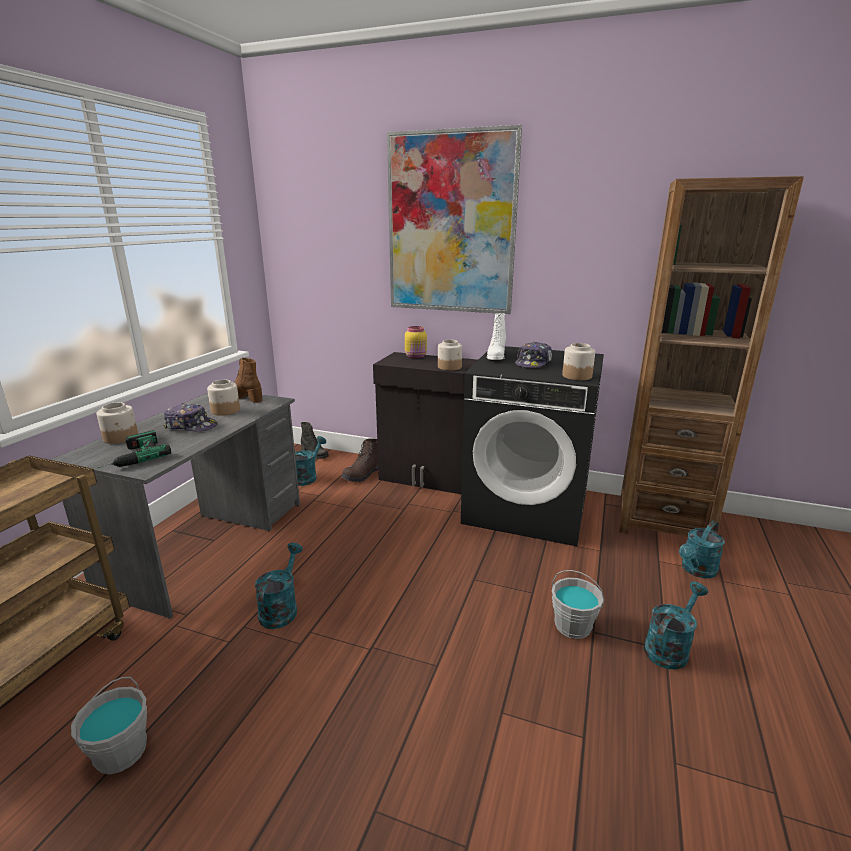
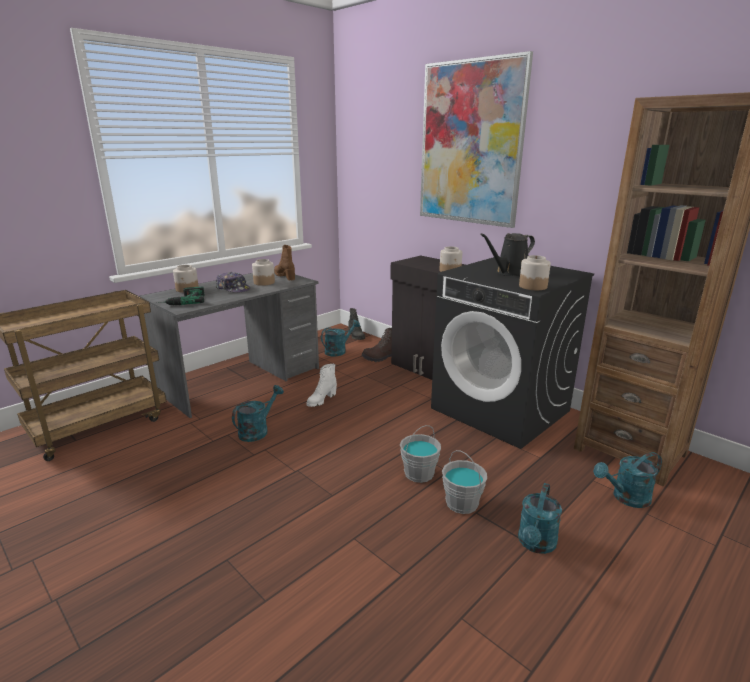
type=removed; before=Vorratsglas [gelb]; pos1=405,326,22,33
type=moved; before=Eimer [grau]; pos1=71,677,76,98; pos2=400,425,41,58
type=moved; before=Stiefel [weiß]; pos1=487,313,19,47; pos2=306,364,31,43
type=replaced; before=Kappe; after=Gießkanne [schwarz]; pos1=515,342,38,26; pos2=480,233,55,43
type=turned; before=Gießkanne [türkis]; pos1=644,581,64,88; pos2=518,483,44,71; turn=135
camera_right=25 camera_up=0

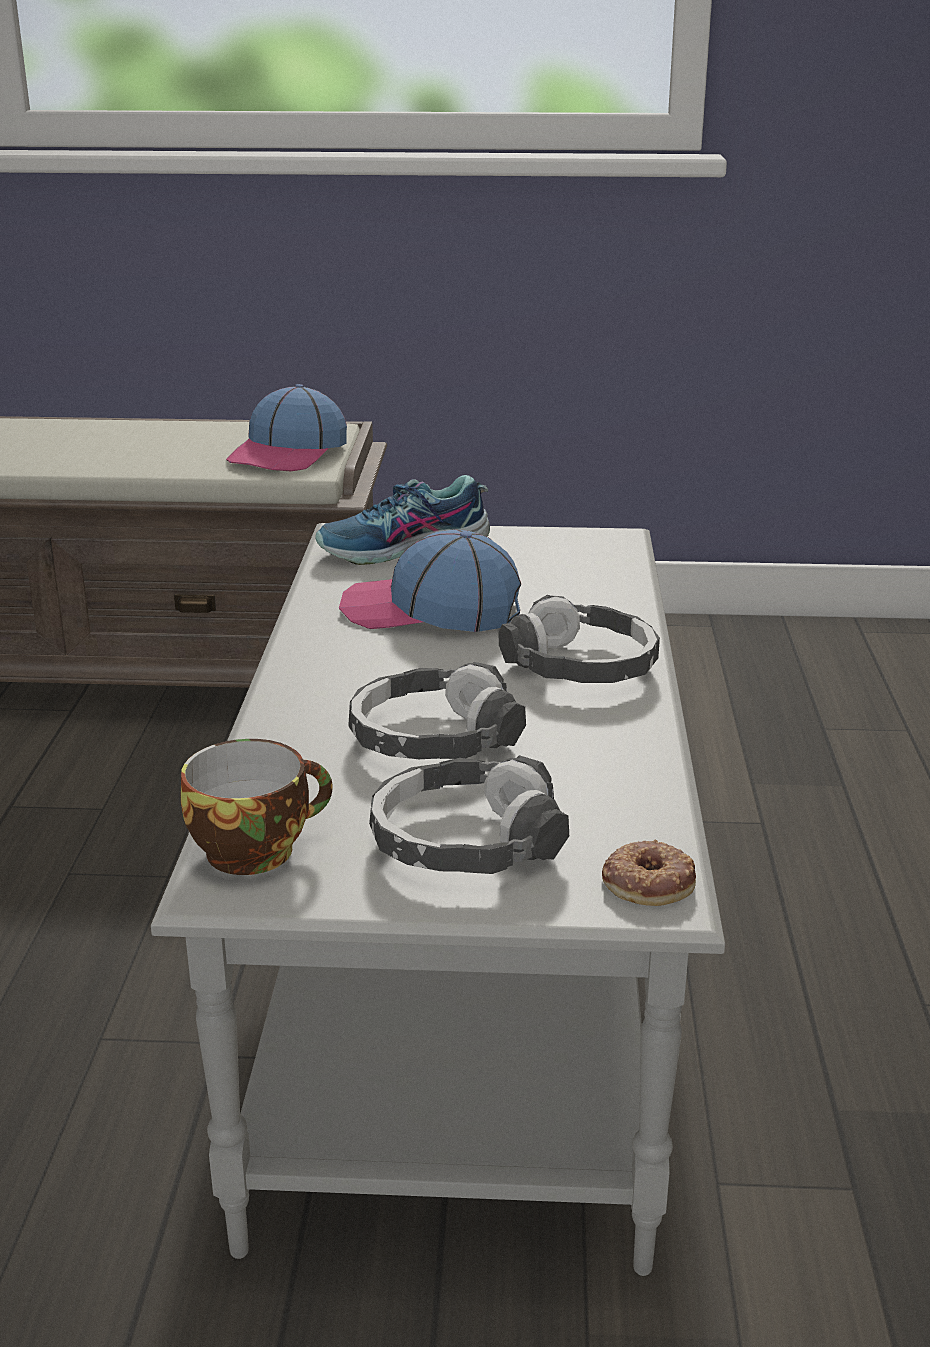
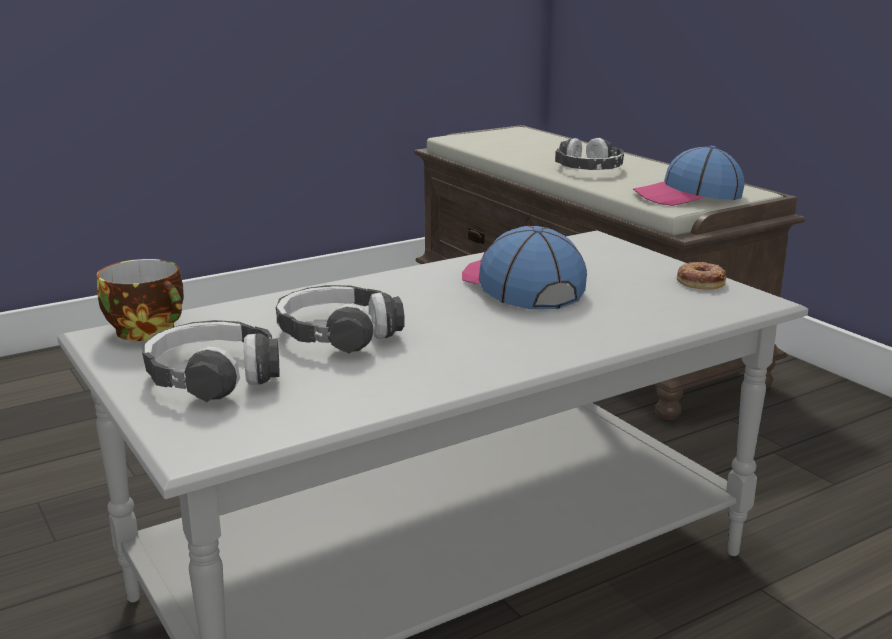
type=removed; before=Schuh; pos1=315,475,175,90
type=moved; before=Kopfhörer; pos1=499,595,161,88; pos2=555,138,69,32
type=moved; before=Donut; pos1=602,839,94,67; pos2=677,262,49,28
camera_right=55 camera_up=-5

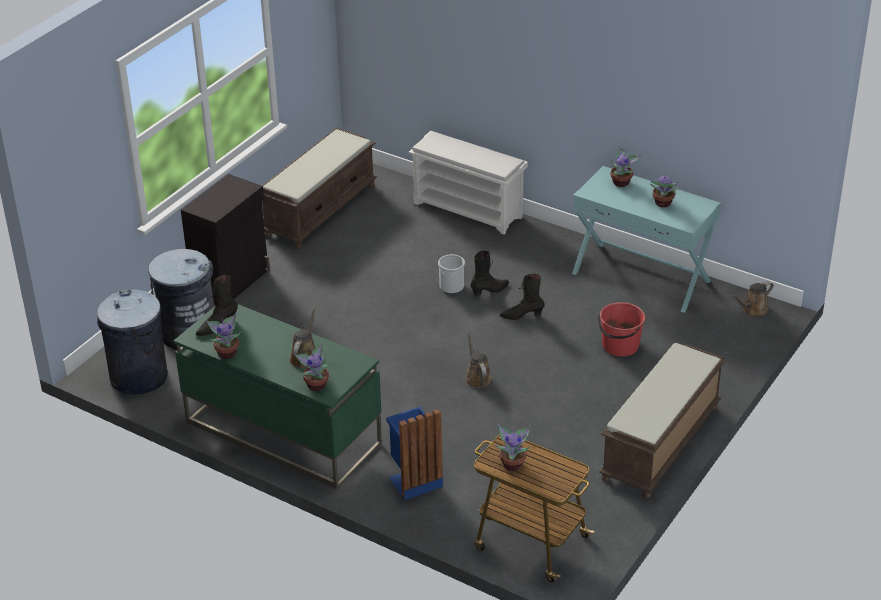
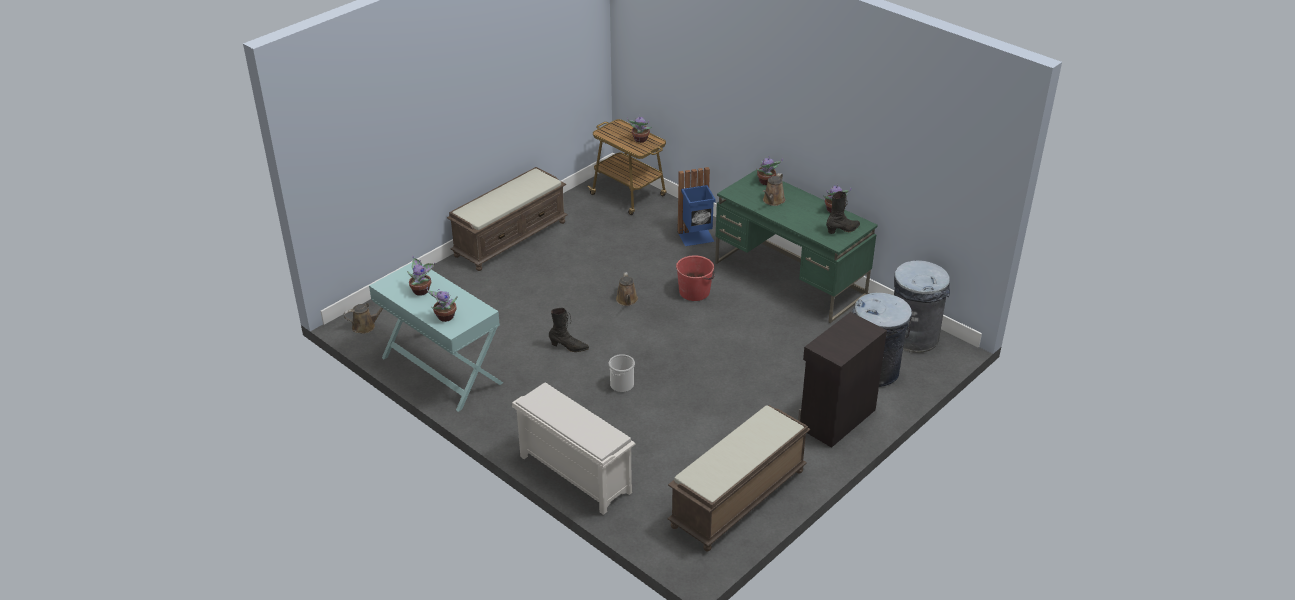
type=removed; before=Stiefel [schwarz]; pos1=471,250,38,46
type=moved; before=Eimer [rot]; pos1=598,302,47,55; pos2=676,255,39,46
camera_right=-170 camera_up=0

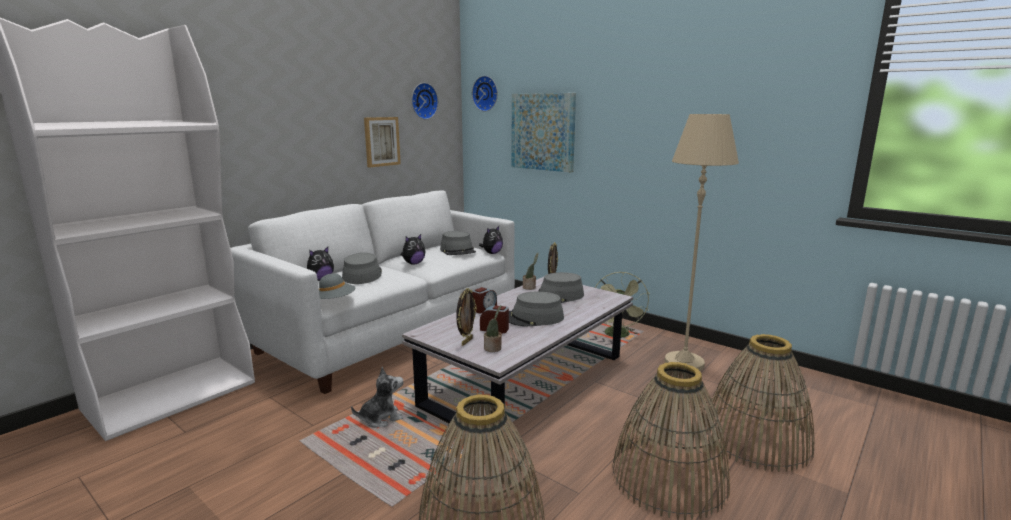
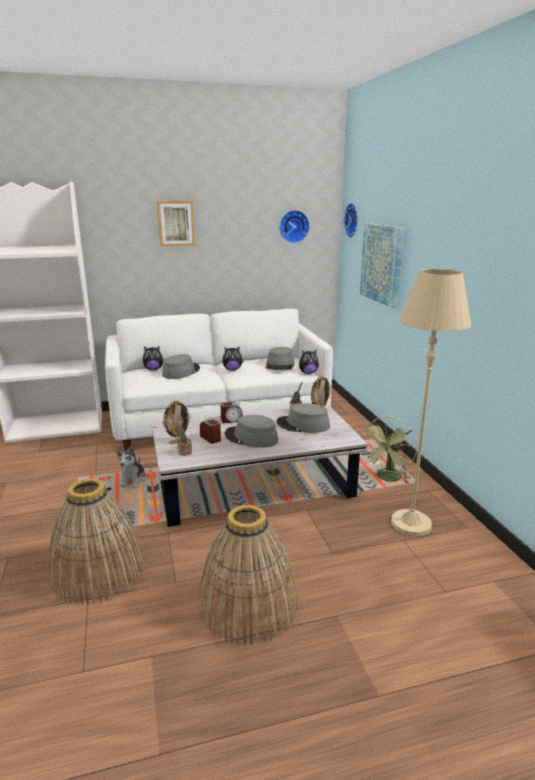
type=removed; before=Hut [grau]; pos1=319,273,36,26
type=removed; before=Korb; pos1=705,334,110,138
type=moved; before=Bild; pos1=364,117,37,51; pos2=157,201,38,46
type=turned; before=Plüschtier; pos1=351,367,52,61; pos2=116,447,30,41; turn=90
camera_right=35 camera_up=5

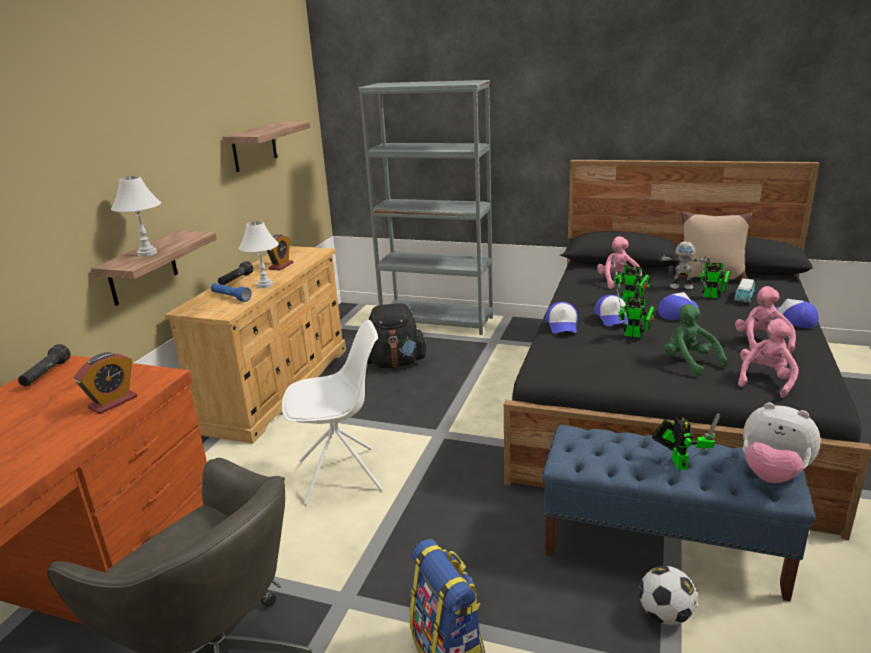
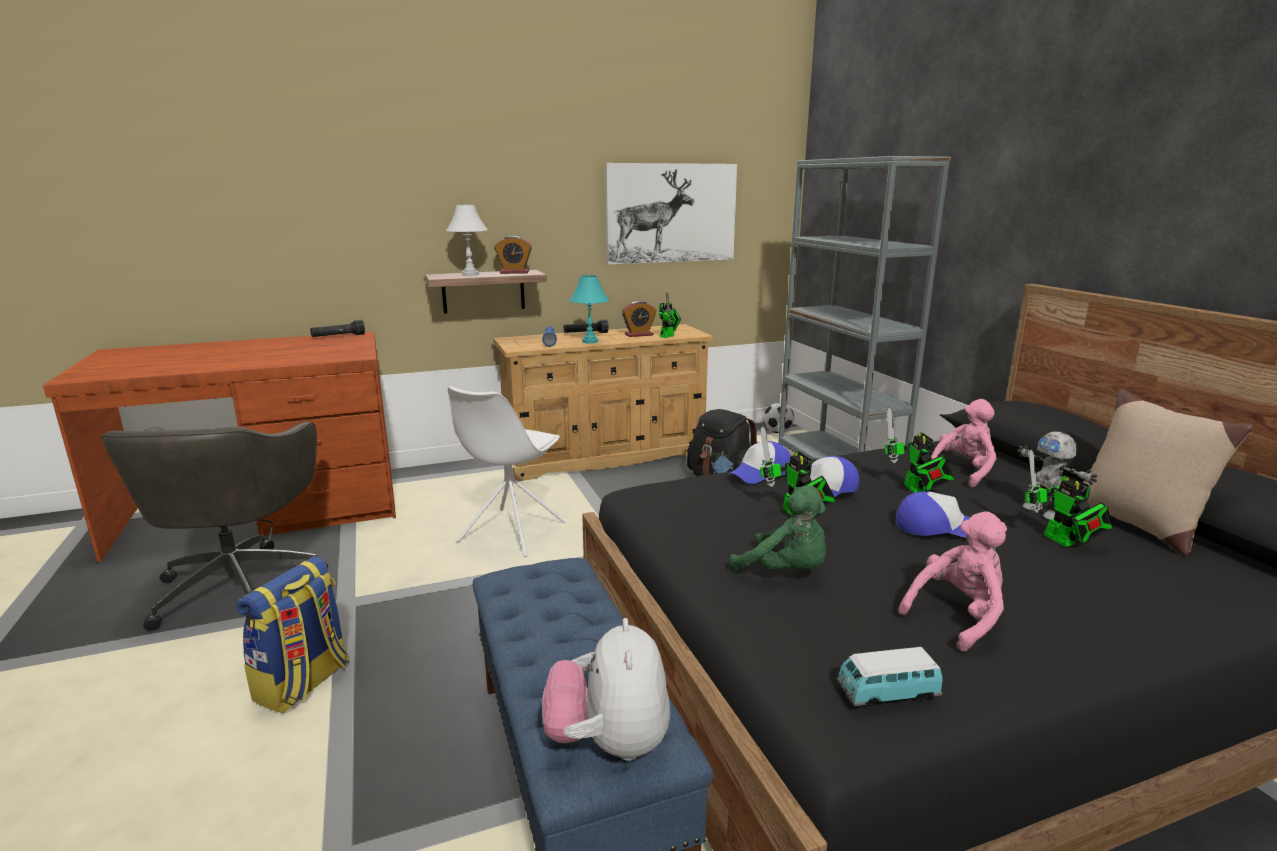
type=removed; before=Plüschtier [rosa]; pos1=738,318,61,80
type=removed; before=Kappe; pos1=774,299,45,29
type=moved; before=Wecker; pos1=74,352,63,62; pos2=494,236,38,38
type=moved; before=Fußball; pos1=639,566,58,59; pos2=763,403,31,30
type=moved; before=Spielzeugroboter; pos1=652,413,69,57; pos2=659,293,22,45
type=moved; before=Spielzeugauto; pos1=734,278,21,25; pos2=837,647,106,60
type=replaced; before=Wandregal; after=Bild; pos1=222,121,88,51; pos2=605,163,132,102
type=recoloured; before=Tischlampe [weiß]; after=Tischlampe [türkis]; pos1=238,221,41,67; pos2=569,275,40,69
type=turned; before=Stuhl [weiß]; pos1=282,320,101,185; pos2=448,386,118,171; turn=75
type=turned; before=Plüschtier [grün]; pos1=664,304,64,72; pos2=729,485,97,87; turn=105
camera_right=50 camera_up=-5

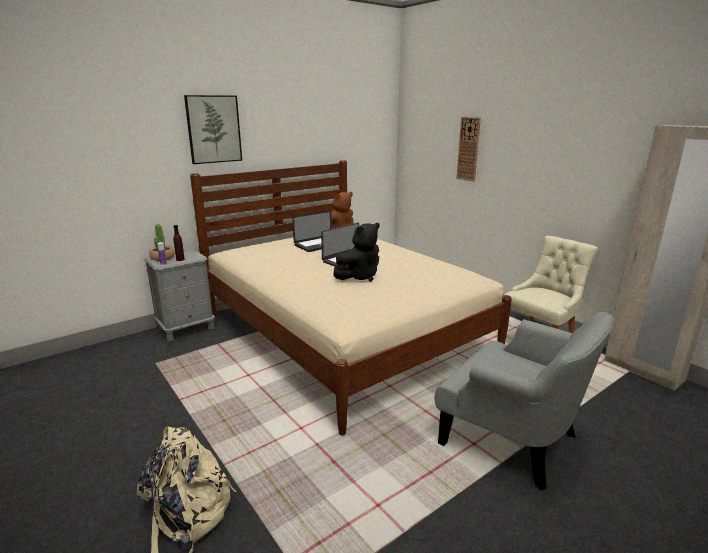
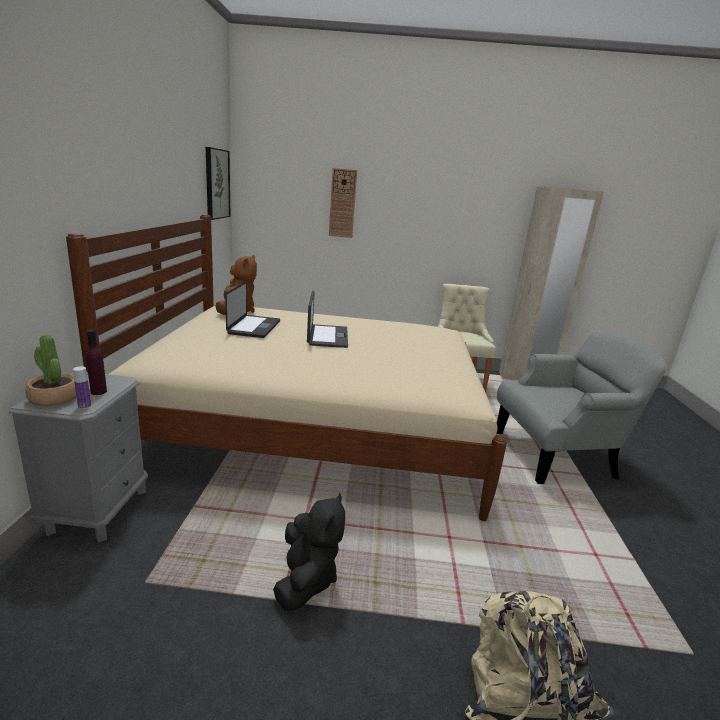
type=moved; before=Bild; pos1=184,95,58,69; pos2=206,147,25,73
type=moved; before=Plüschtier [schwarz]; pos1=333,223,47,58; pos2=273,493,72,118
camera_right=-50 camera_up=0

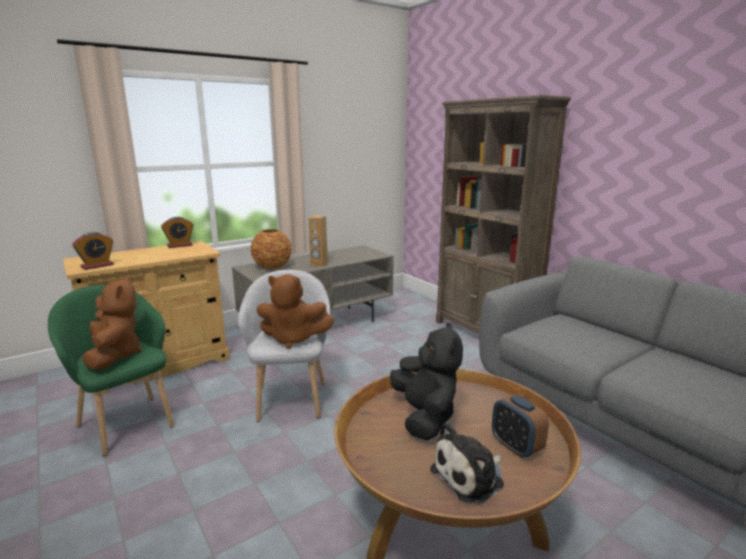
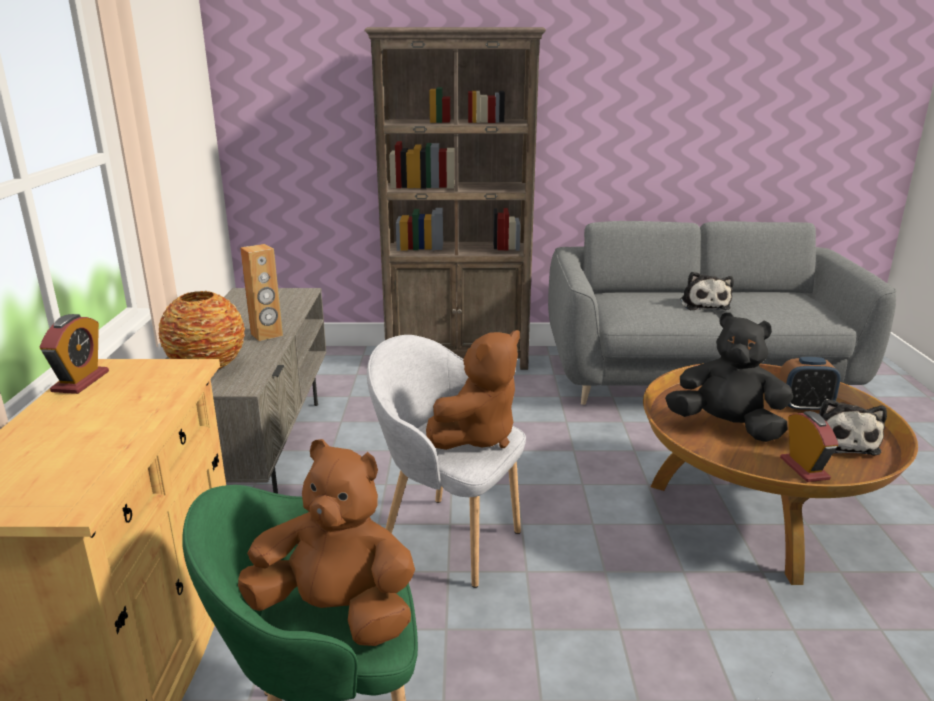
type=added; after=Plüschtier; pos2=680,272,54,38
type=moved; before=Wecker; pos1=72,232,42,38; pos2=780,411,58,71
camera_right=-55 camera_up=5

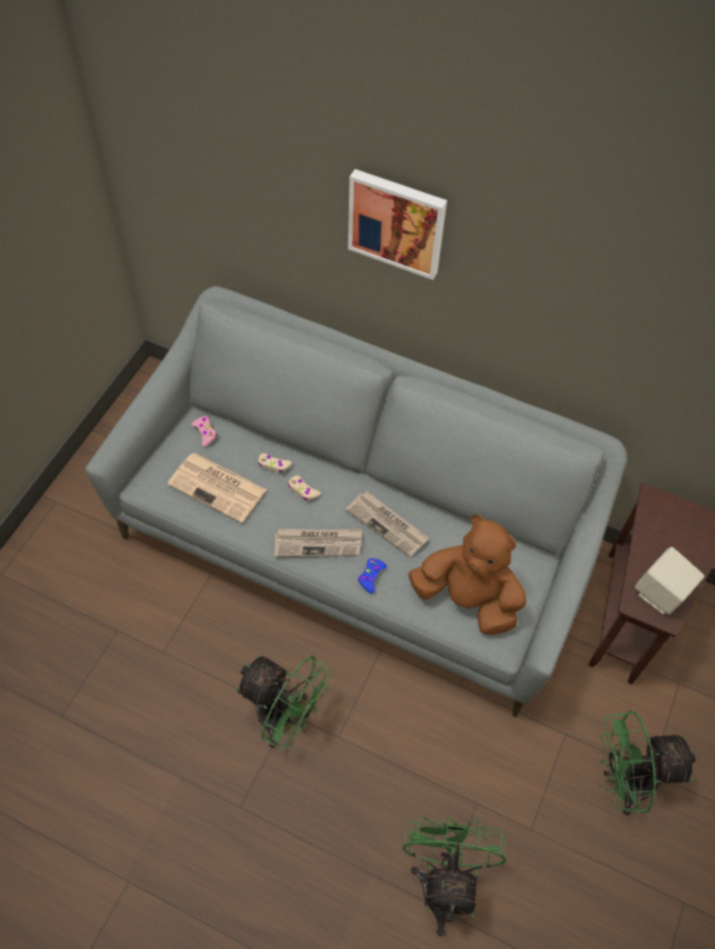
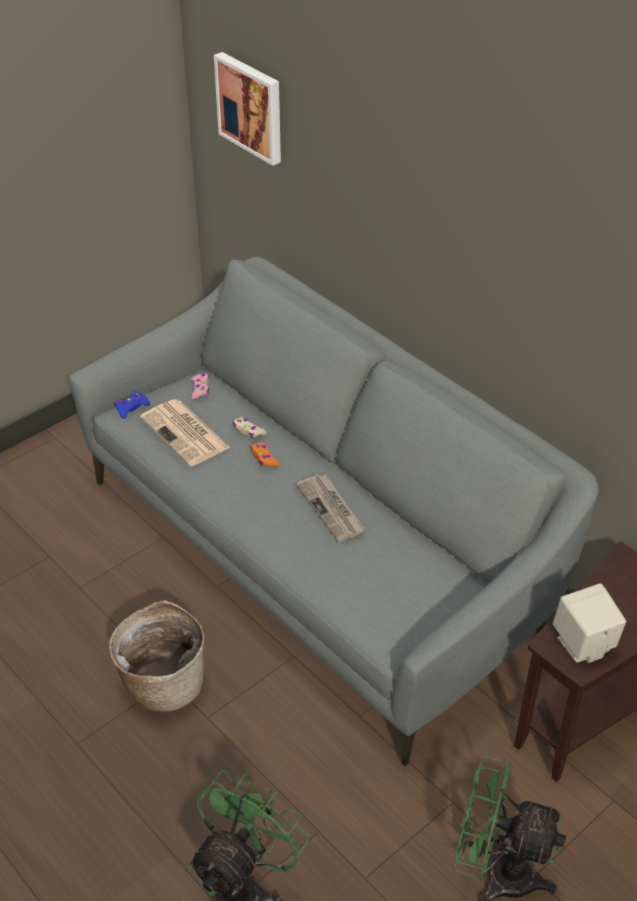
type=removed; before=Zeitung; pos1=274,529,88,28
type=removed; before=Plüschtier [braun]; pos1=408,514,118,121
type=moved; before=Bild; pos1=348,169,99,111; pos2=214,52,67,114
type=moved; before=Gamepad [blau]; pos1=358,558,29,36; pos2=116,392,34,27
type=replaced; before=Ventilator [grün]; after=Korb; pos1=235,655,98,95; pos2=109,600,95,111
type=recoloured; before=Gamepad [beige]; after=Gamepad [orange]; pos1=288,475,33,25; pos2=251,443,29,24
camera_right=25 camera_up=-15

